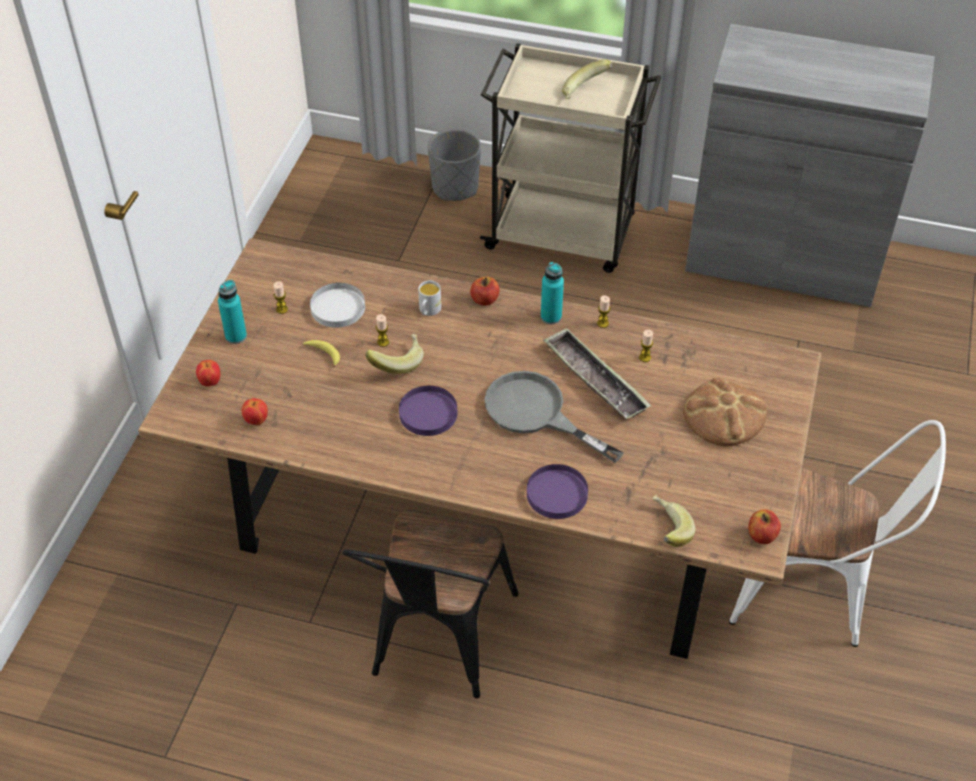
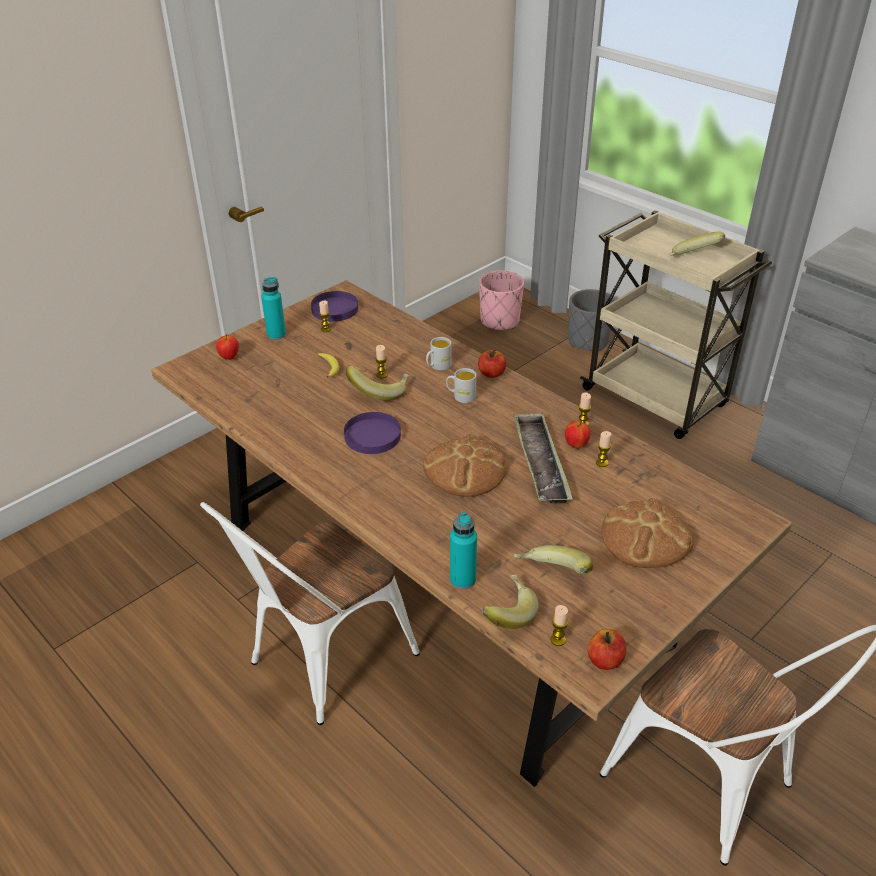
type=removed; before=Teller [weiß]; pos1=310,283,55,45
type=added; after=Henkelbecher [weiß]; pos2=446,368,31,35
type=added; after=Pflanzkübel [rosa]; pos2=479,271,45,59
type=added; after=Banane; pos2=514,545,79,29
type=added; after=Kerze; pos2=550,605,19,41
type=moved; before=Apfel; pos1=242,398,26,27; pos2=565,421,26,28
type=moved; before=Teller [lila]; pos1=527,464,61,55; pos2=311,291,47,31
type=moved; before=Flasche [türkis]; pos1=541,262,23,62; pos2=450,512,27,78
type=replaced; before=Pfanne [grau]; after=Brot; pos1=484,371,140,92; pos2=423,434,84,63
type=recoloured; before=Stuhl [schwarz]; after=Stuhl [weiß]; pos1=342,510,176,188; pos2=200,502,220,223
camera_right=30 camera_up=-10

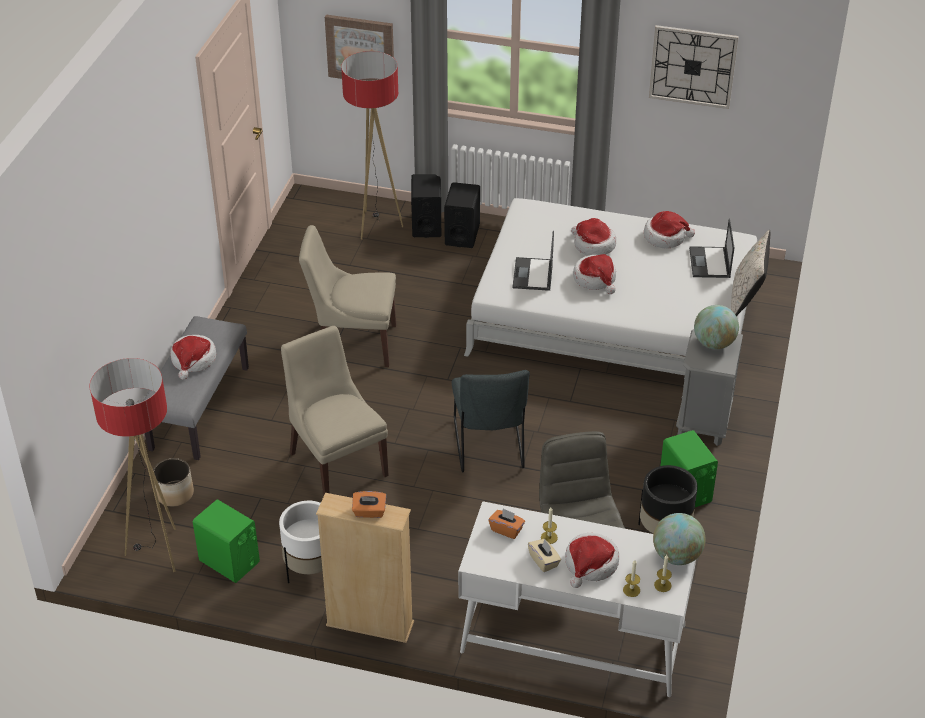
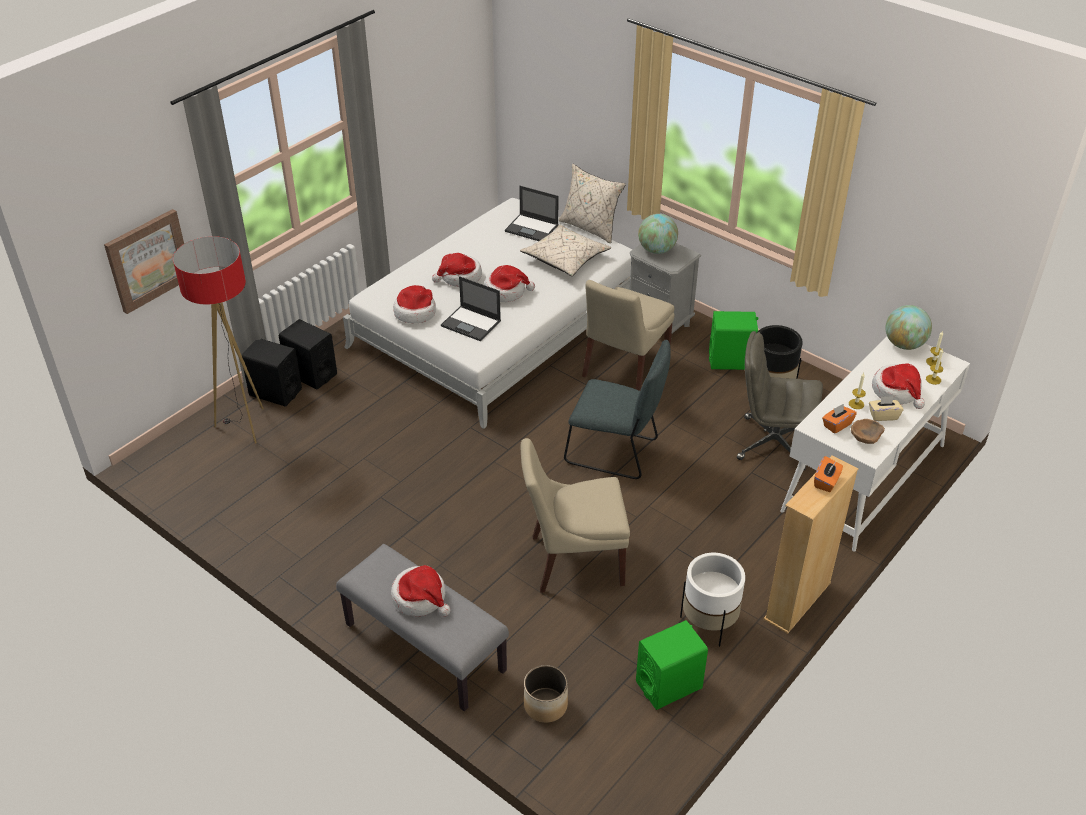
type=removed; before=Stehlampe; pos1=90,358,86,214
type=removed; before=Wanduhr; pos1=649,25,90,84
type=added; after=Kissen [beige]; pos2=520,225,91,51
type=added; after=Schüssel [braun]; pos2=851,419,34,25
type=moved; before=Stuhl [beige]; pos1=299,225,97,142; pos2=582,280,93,111
type=moved; before=Hut; pos1=644,211,51,37; pos2=393,285,43,38
camera_right=-65 camera_up=0

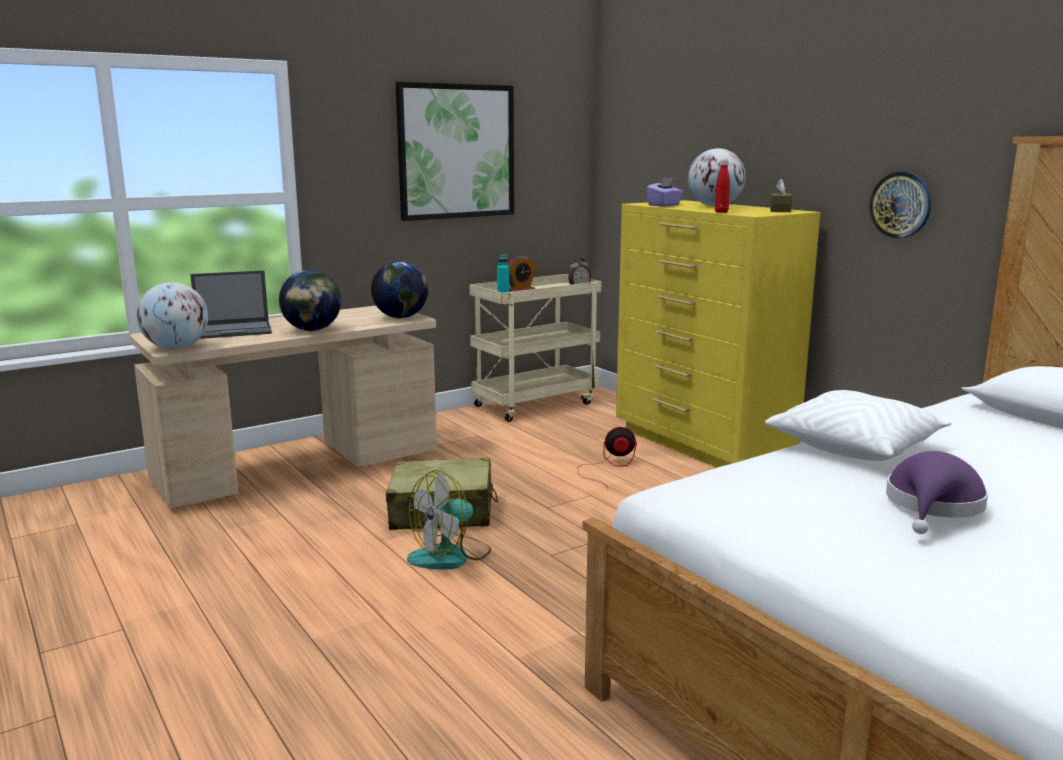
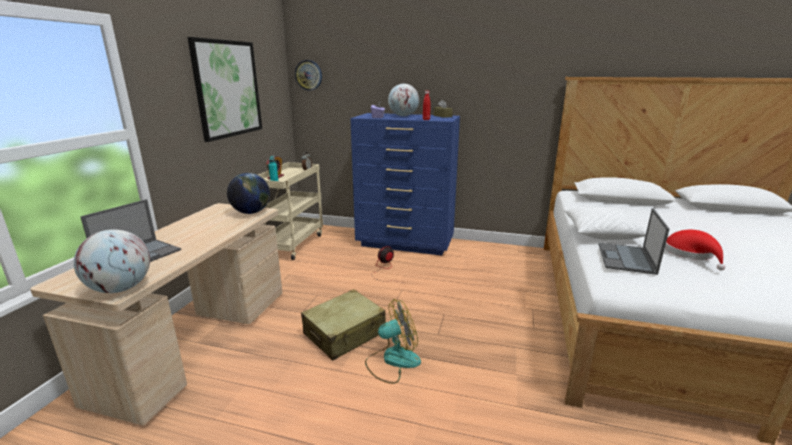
type=removed; before=Globus; pos1=279,270,62,61
type=added; after=Laptop; pos2=598,208,71,67
type=moved; before=Wanduhr; pos1=869,171,63,68; pos2=295,60,27,30
type=recoloured; before=Kommode [gelb]; after=Kommode [blau]; pos1=616,200,204,268; pos2=350,113,110,142
type=recoloured; before=Hut [lila]; after=Hut [rot]; pos1=886,451,102,83; pos2=665,230,60,40
type=turned; before=Ventilator; pos1=407,470,84,100; pos2=365,299,56,85; turn=-120
camera_right=-40 camera_up=5

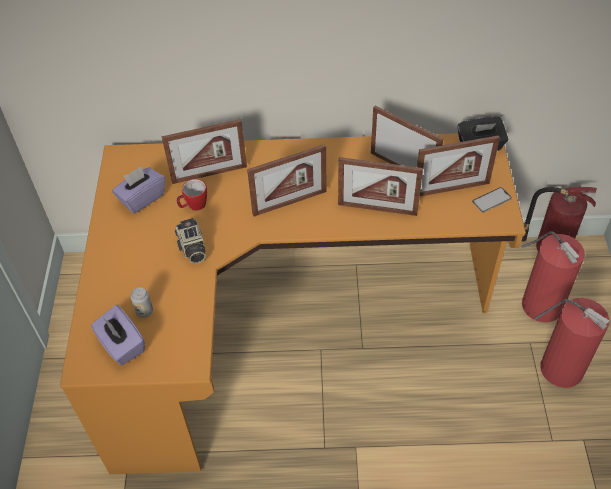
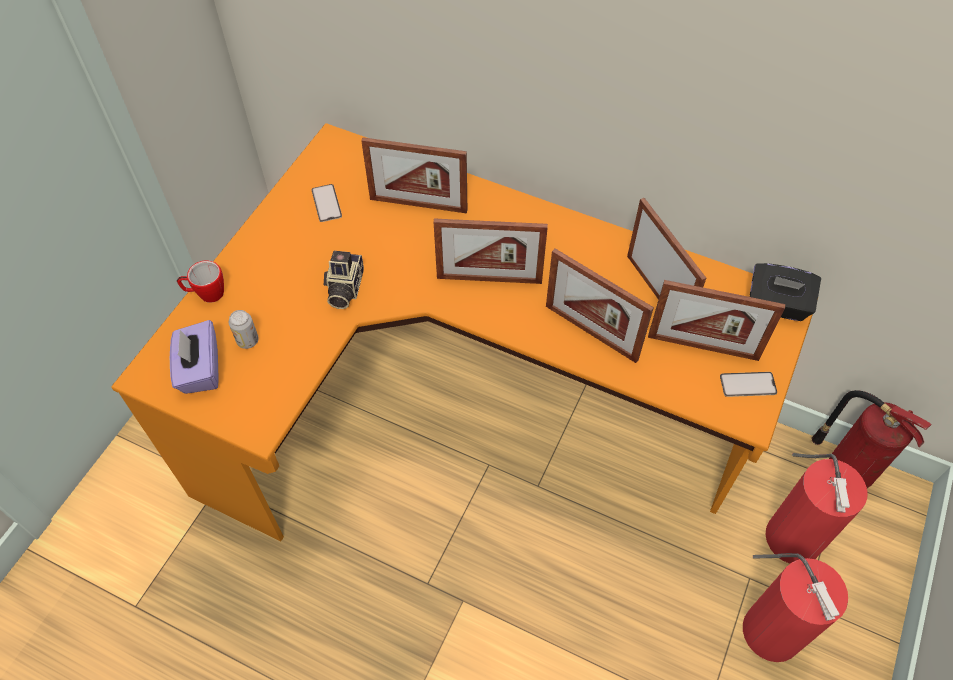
type=moved; before=Henkelbecher; pos1=177,179,30,32; pos2=177,260,47,43
type=replaced; before=Taschentuchbox [lila]; after=Handy; pos1=112,166,53,48; pos2=311,184,31,38
camera_right=25 camera_up=5

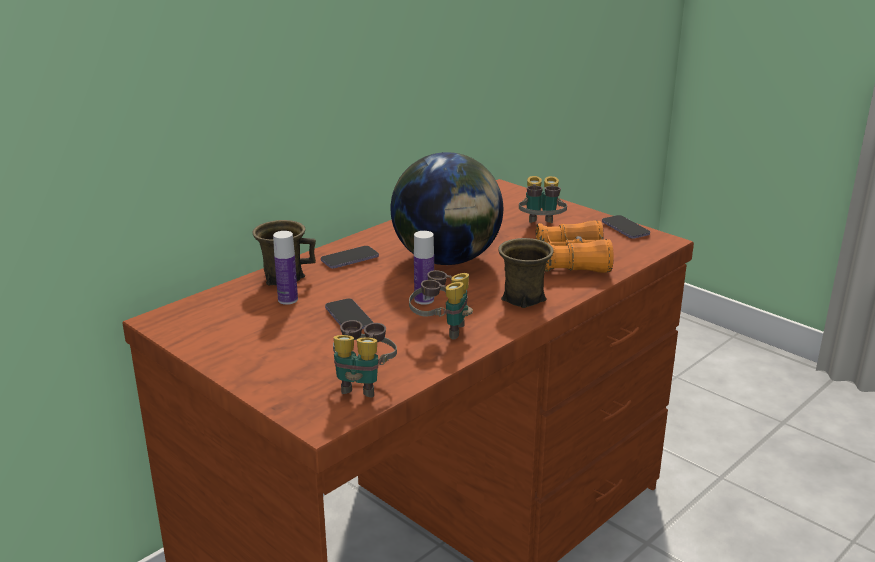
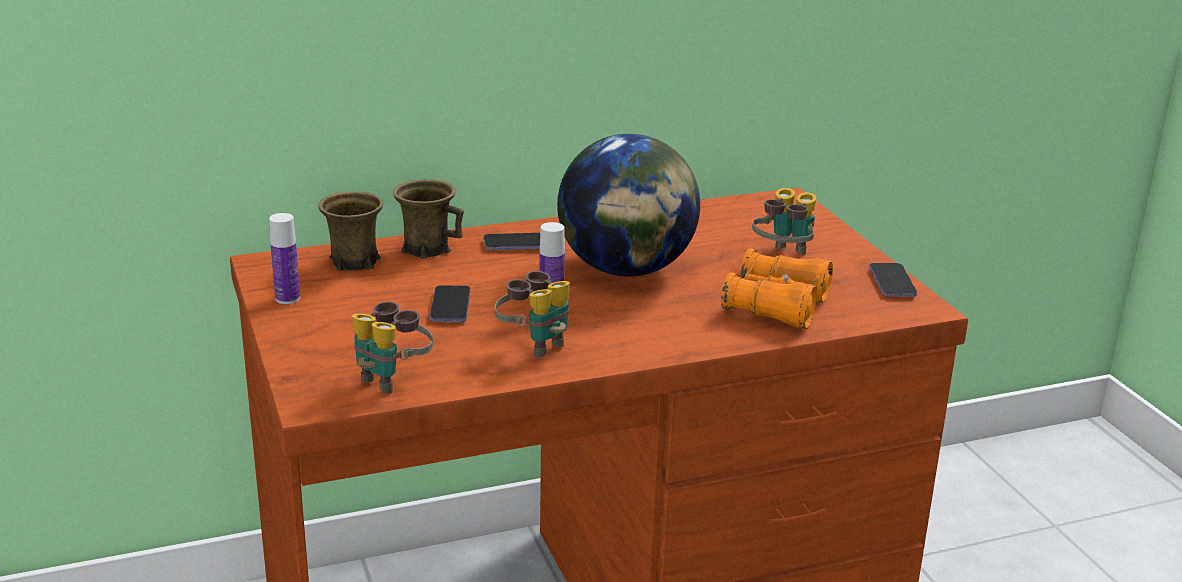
type=moved; before=Flasche; pos1=273,231,25,74; pos2=269,213,31,91
type=moved; before=Henkelbecher [braun]; pos1=498,238,56,70; pos2=318,191,65,80
camera_right=25 camera_up=0

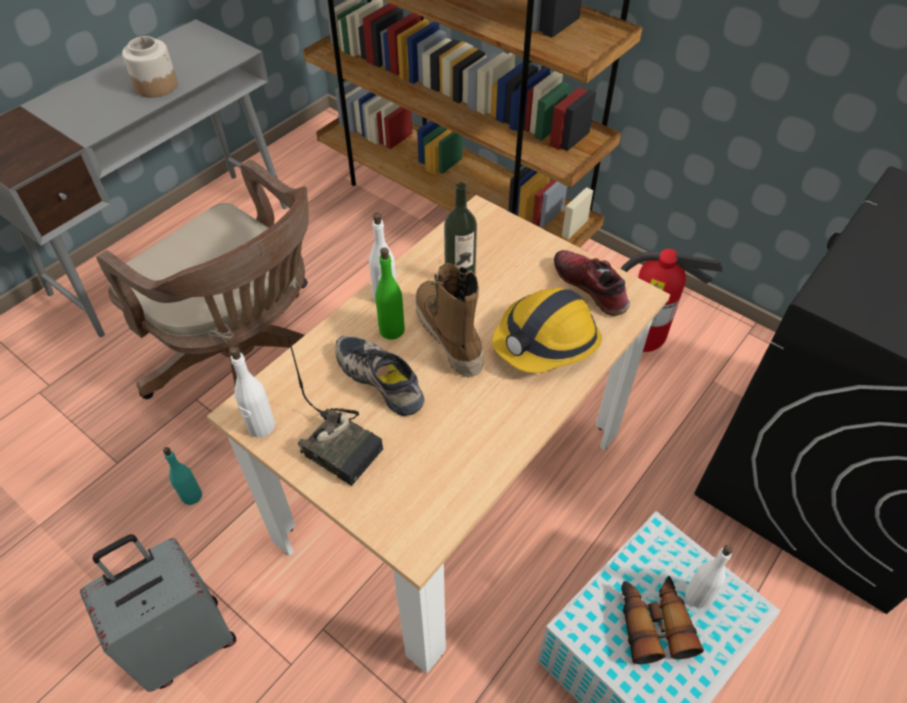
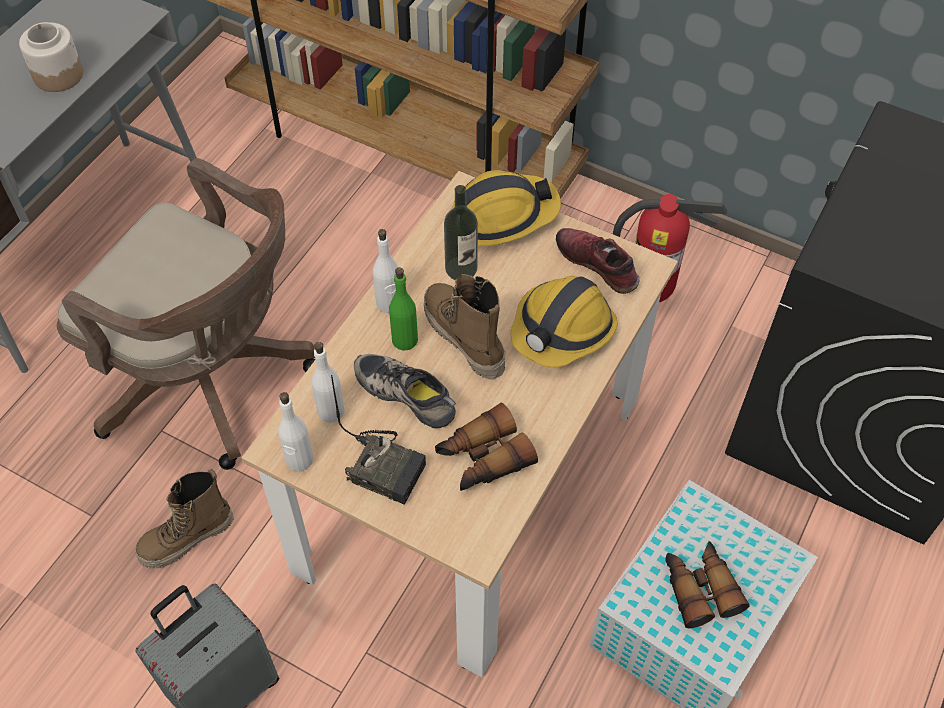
type=added; after=Fernglas; pos2=435,403,103,88
type=added; after=Schutzhelm; pos2=452,170,109,76
type=moved; before=Flasche [weiß]; pos1=685,545,48,63; pos2=312,342,33,81
type=replaced; before=Flasche [türkis]; after=Stiefel; pos1=163,447,39,58; pos2=135,469,99,100
camera_right=-10 camera_up=5

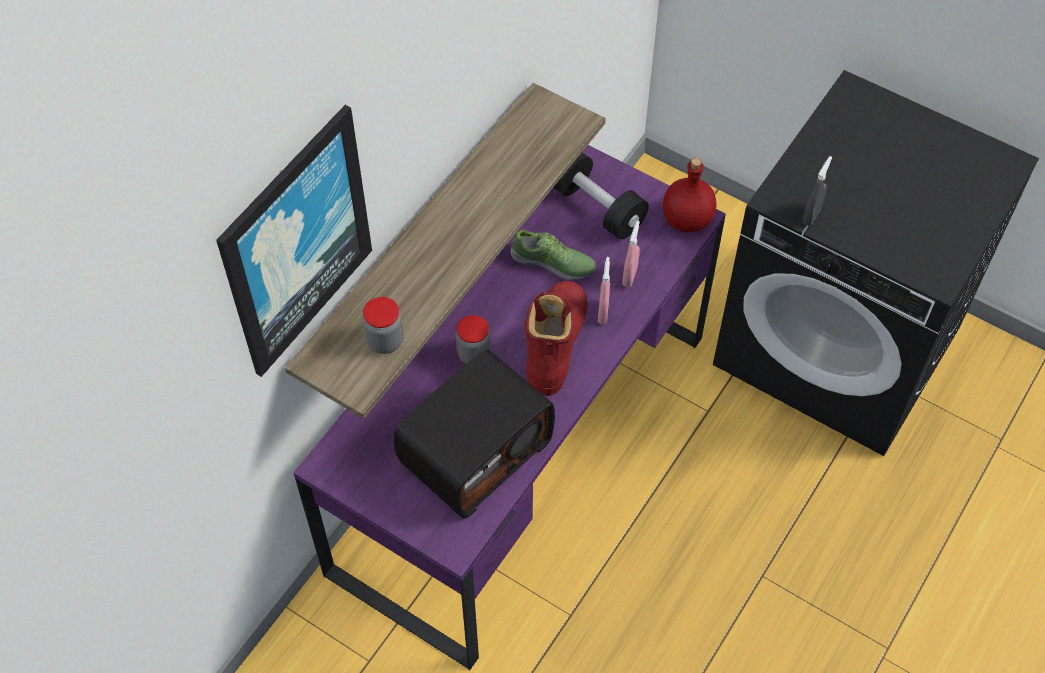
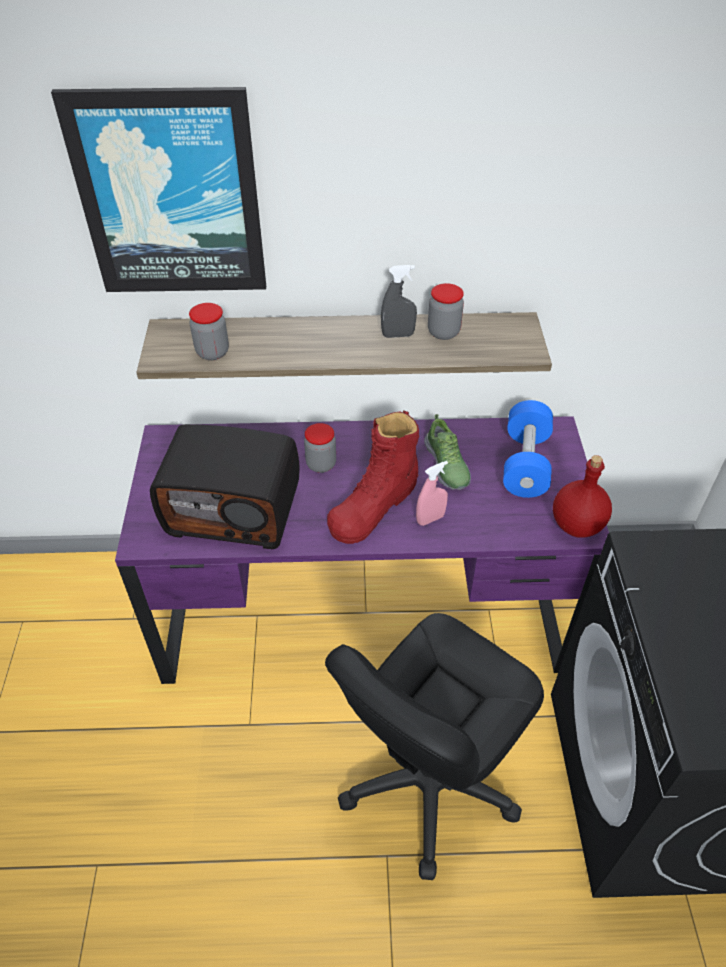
type=removed; before=Sprühflasche [rosa]; pos1=622,221,18,66
type=added; after=Bürostuhl [schwarz]; pos2=325,613,219,267
type=added; after=Vorratsglas; pos2=428,283,36,57
type=moved; before=Sprühflasche [grau]; pos1=803,156,29,70; pos2=381,265,36,73
type=recoloured; before=Hantel [schwarz]; after=Hantel [blau]; pos1=553,152,96,88; pos2=503,400,50,98
type=turned; before=Stiefel [rot]; pos1=525,281,63,115; pos2=327,410,92,134; turn=150
camera_right=55 camera_up=-10

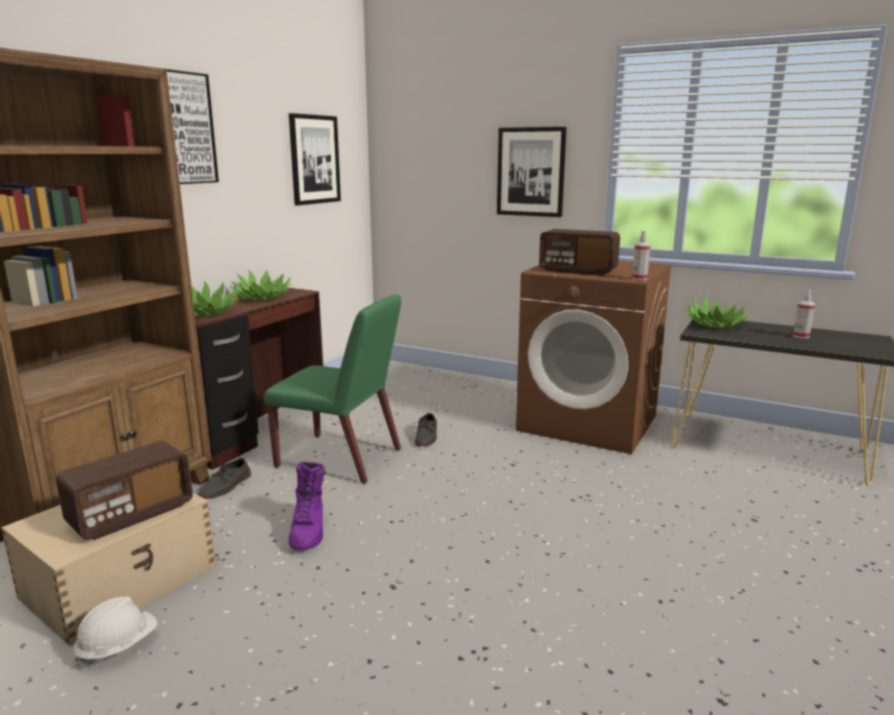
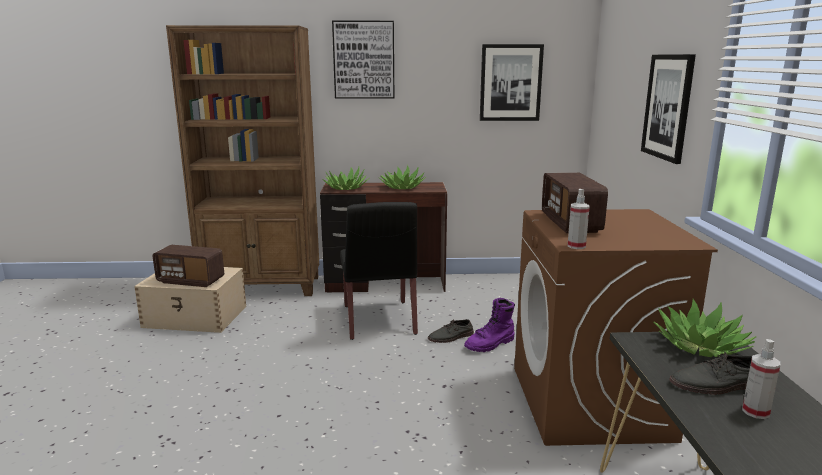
type=removed; before=Schutzhelm [weiß]; pos1=73,596,84,72
type=moved; before=Schuh [grau]; pos1=198,458,53,41; pos2=669,351,83,44
type=moved; before=Stiefel [lila]; pos1=289,462,36,88; pos2=464,298,51,54
type=recoloured; before=Stuhl [grün]; after=Stuhl [schwarz]; pos1=264,295,137,189; pos2=340,202,78,138
camera_right=60 camera_up=0

